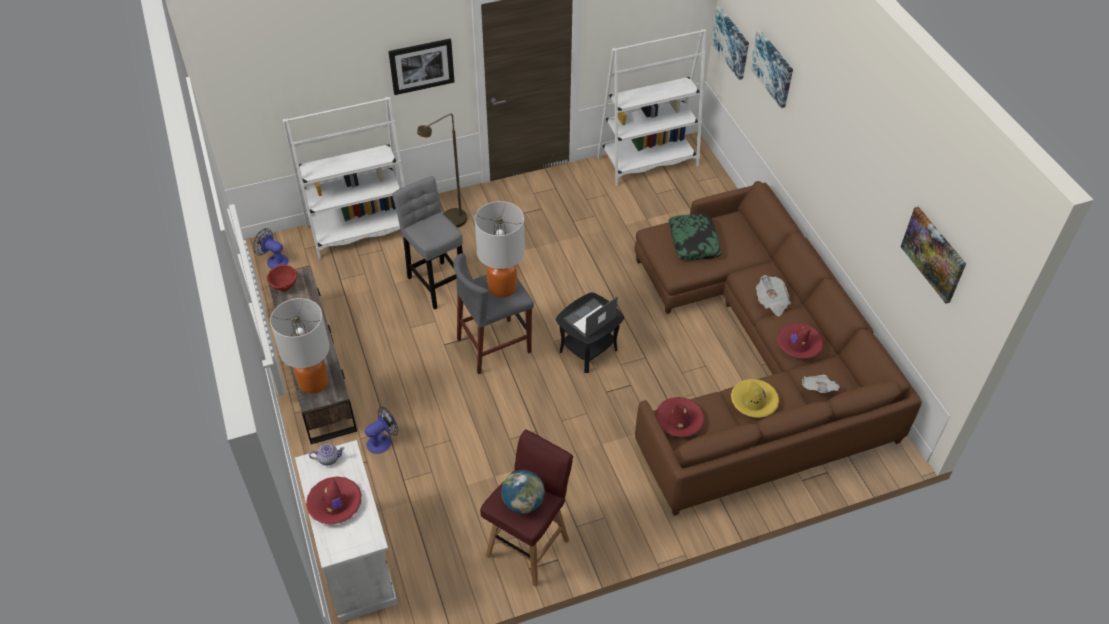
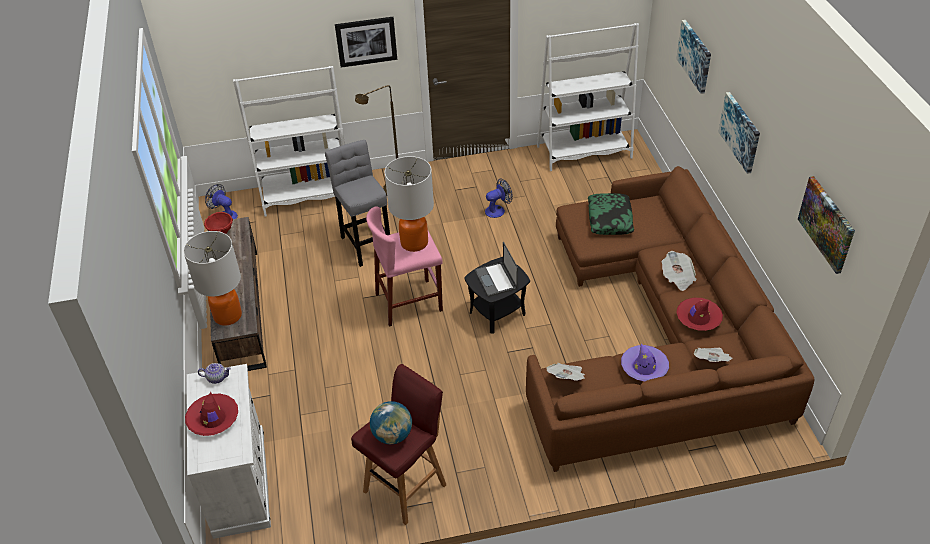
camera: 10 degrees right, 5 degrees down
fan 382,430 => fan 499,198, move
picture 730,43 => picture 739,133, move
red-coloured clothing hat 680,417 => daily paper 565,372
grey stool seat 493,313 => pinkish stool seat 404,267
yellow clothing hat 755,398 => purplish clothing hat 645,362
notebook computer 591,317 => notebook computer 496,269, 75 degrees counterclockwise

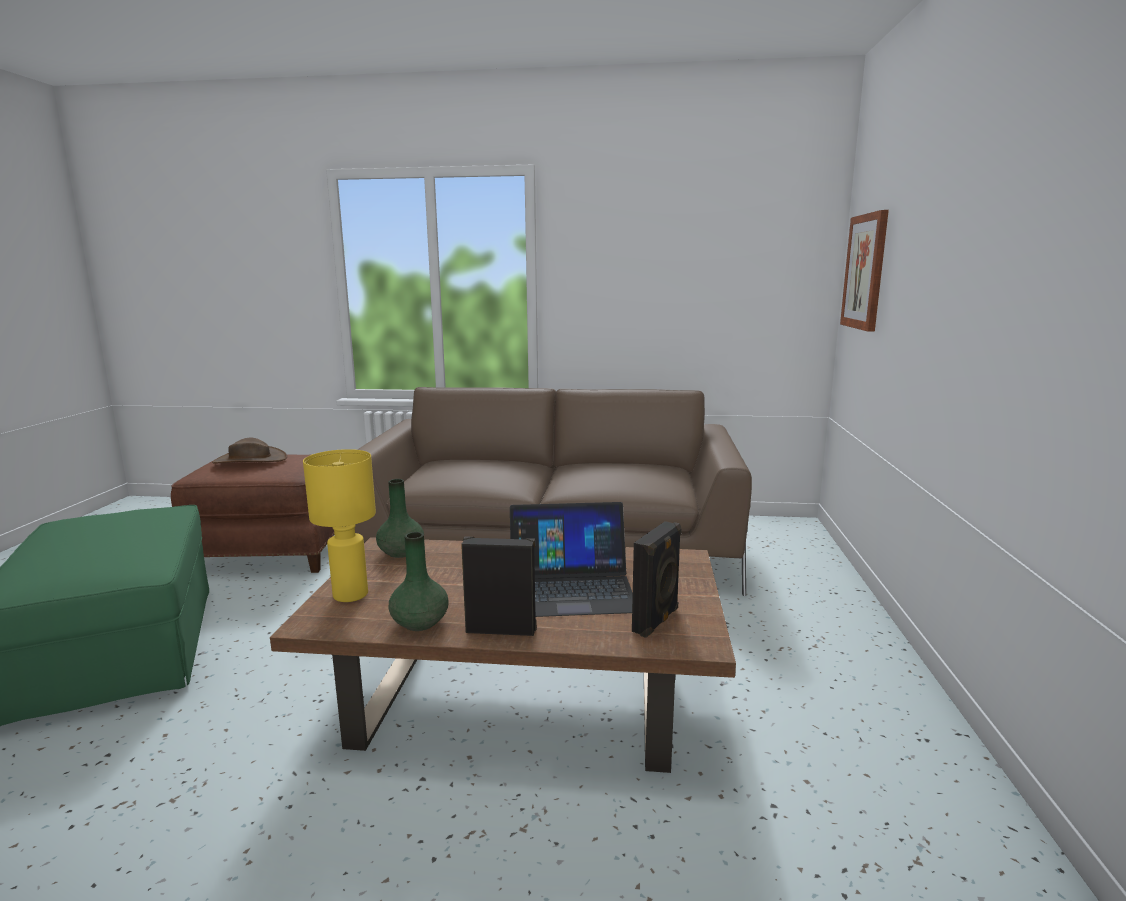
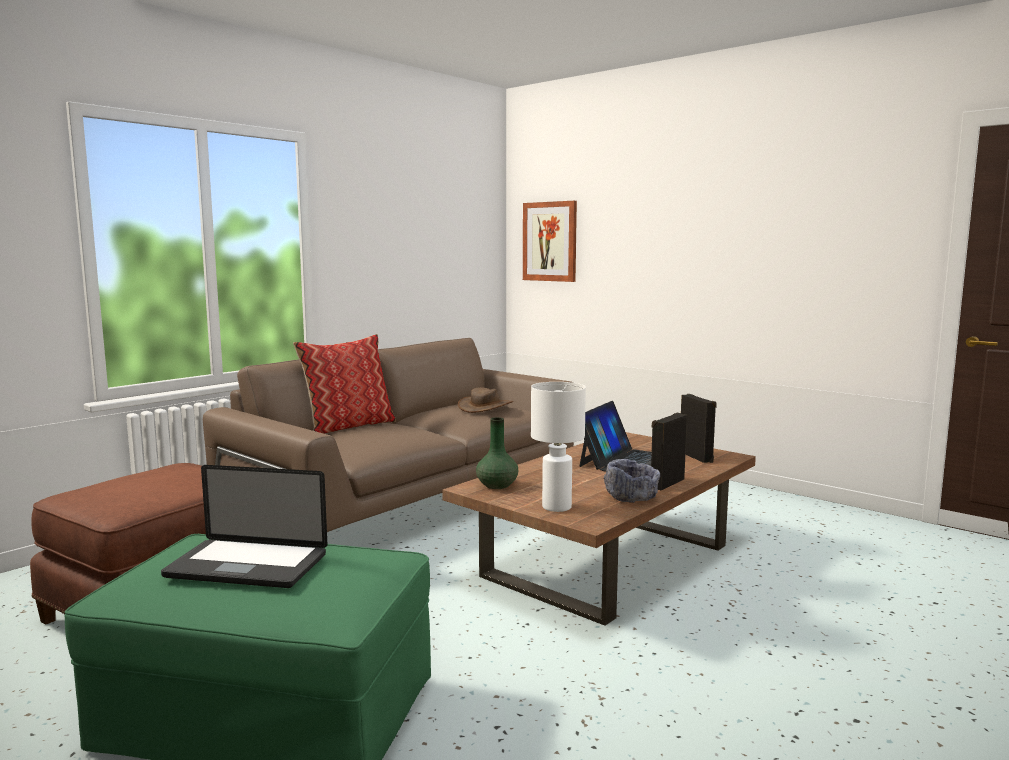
camera: 55 degrees left, 5 degrees down
nothing => notebook computer 244,526
nothing => pillow 344,384
brownish clothing hat 249,451 => brownish clothing hat 486,400, move
greenish flower vase 419,581 => grey deep dish 632,481
yellow tabletop lamp 339,525 => white-coloured tabletop lamp 558,447

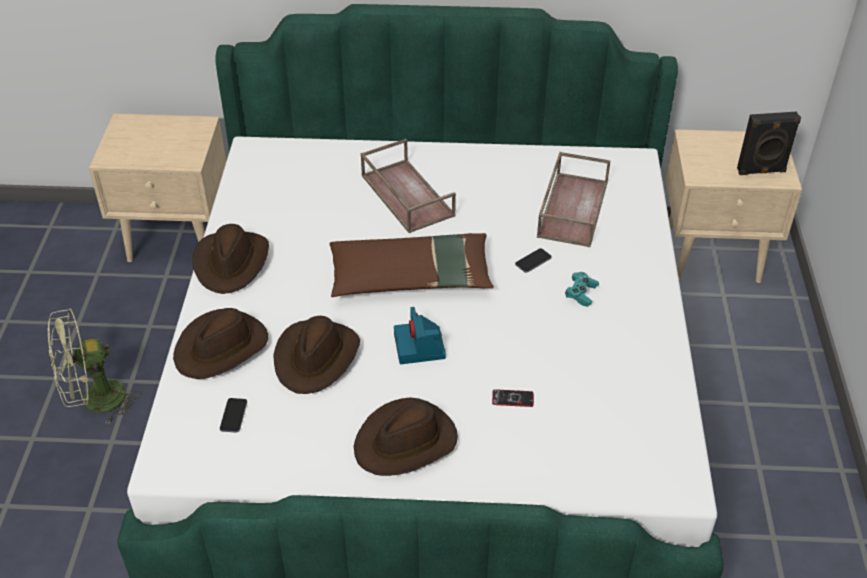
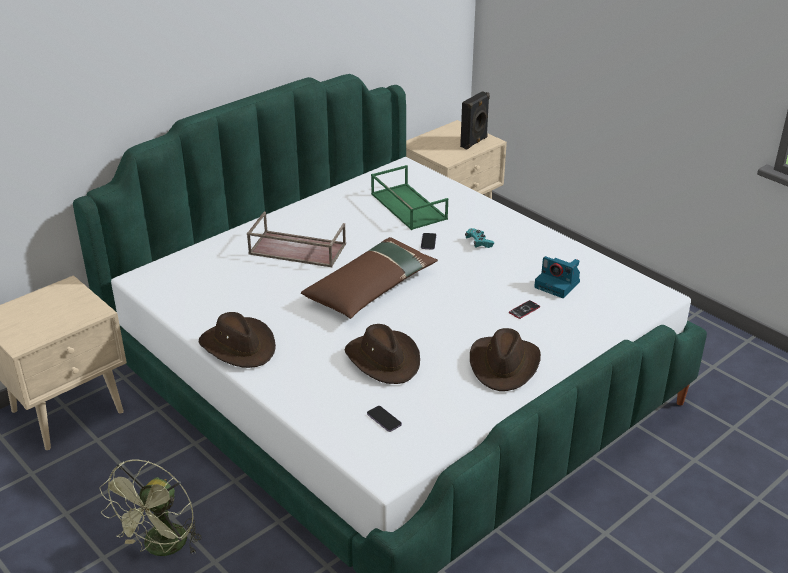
camera: 45 degrees left, 10 degrees down
brownish clothing hat 220,343 => nothing
photo camera 420,335 => photo camera 557,277, move
brownish tray 574,199 => greenish tray 409,197

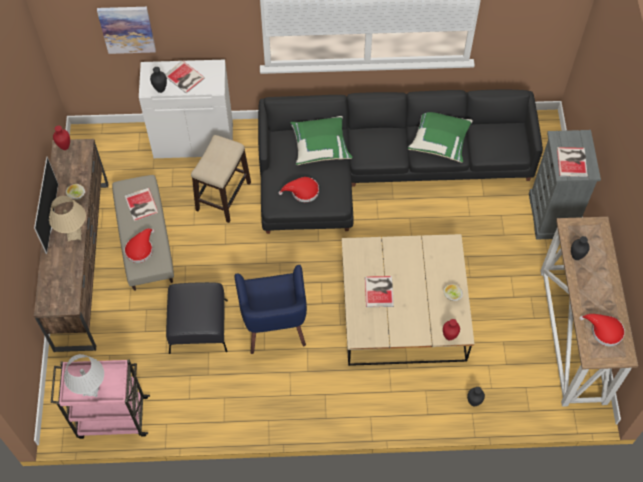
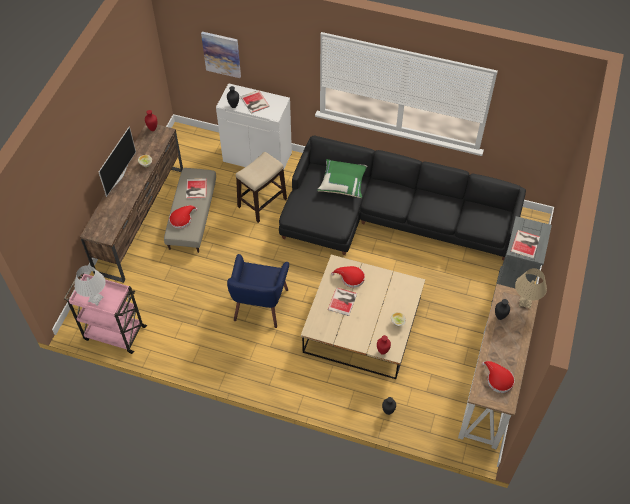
camera: 20 degrees right, 5 degrees down
black ottoman 197,318 => nothing
greenish pillow 440,137 => nothing
sand-coloured tabletop lamp 67,218 => sand-coloured tabletop lamp 531,288, move
red-coloured clothing hat 298,189 => red-coloured clothing hat 348,277, move

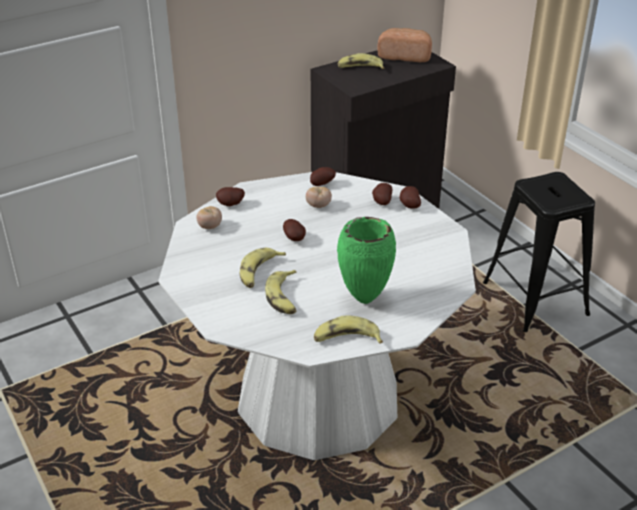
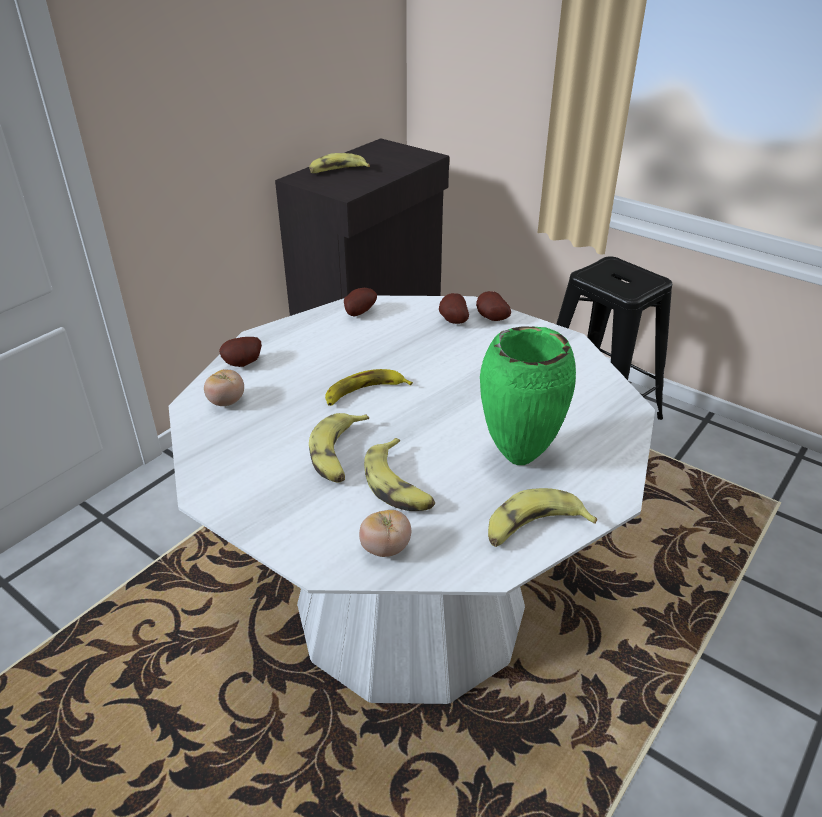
camera: 20 degrees left, 0 degrees up
bread 404,45 => nothing
tomato 319,197 => tomato 385,533, move
whole potato 294,230 => whole banana 369,387

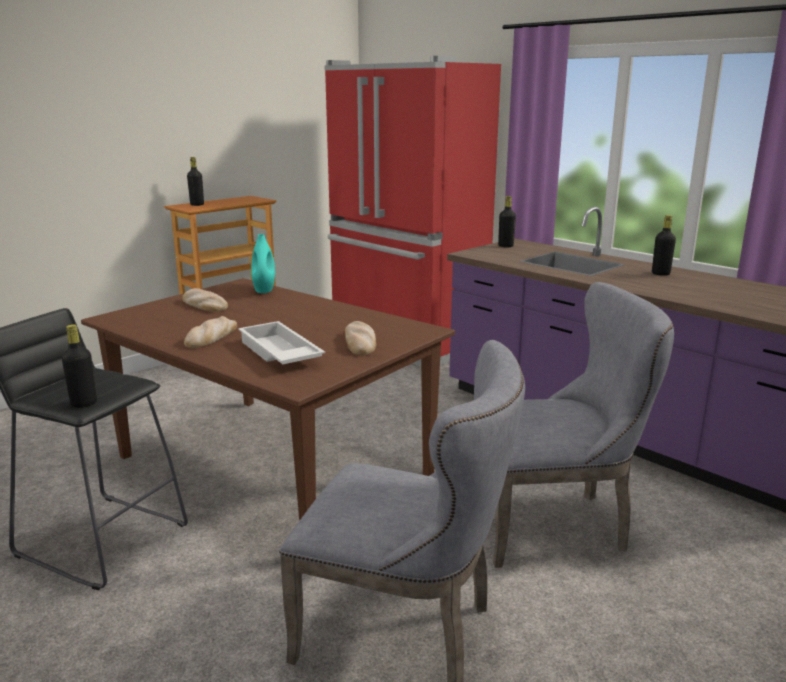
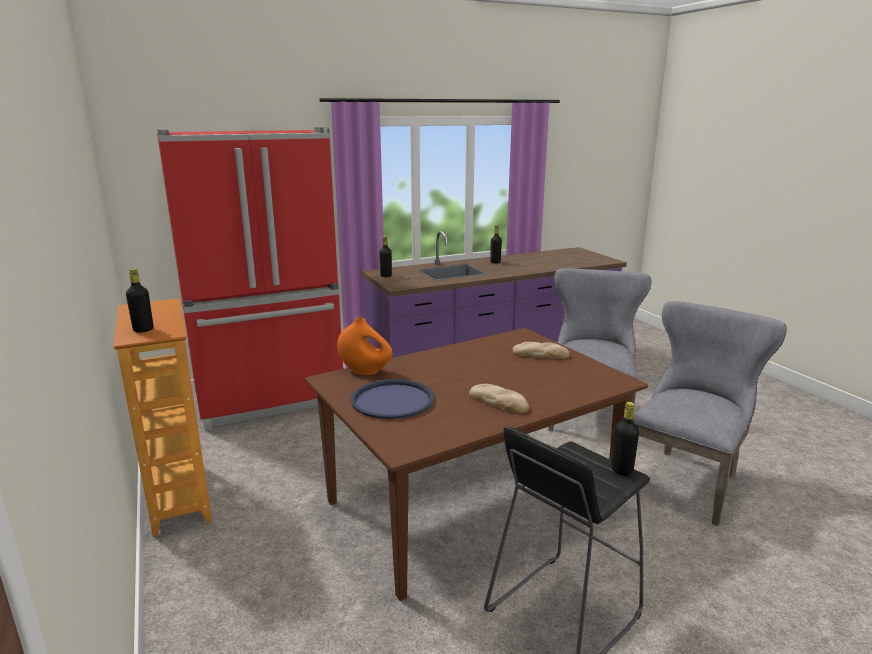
camera: 70 degrees left, 0 degrees up
white-coloured tray 281,342 => nothing
bread 205,300 => bluish tray 392,399
turquoise flower vase 263,263 => orange flower vase 364,346

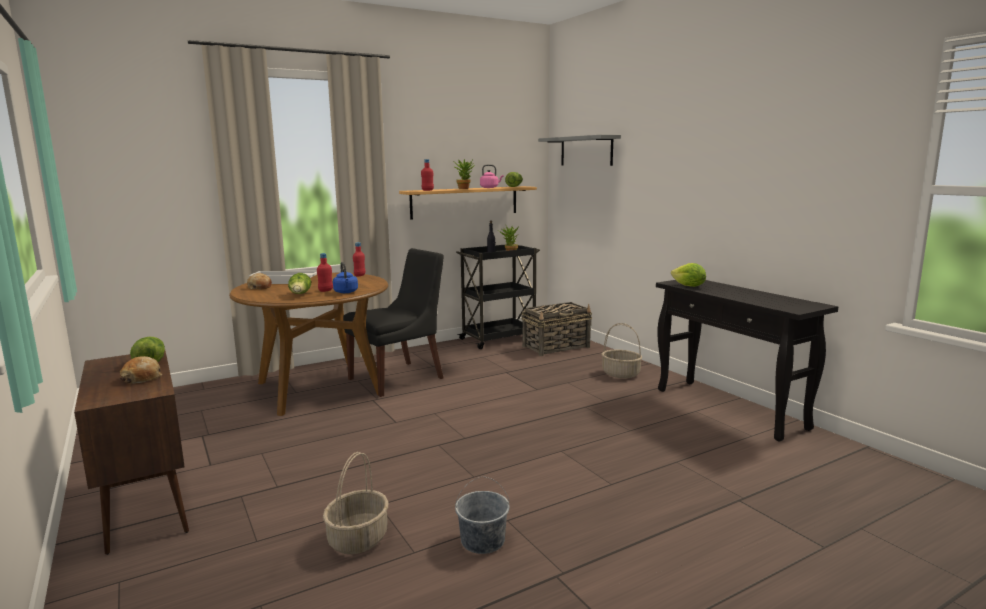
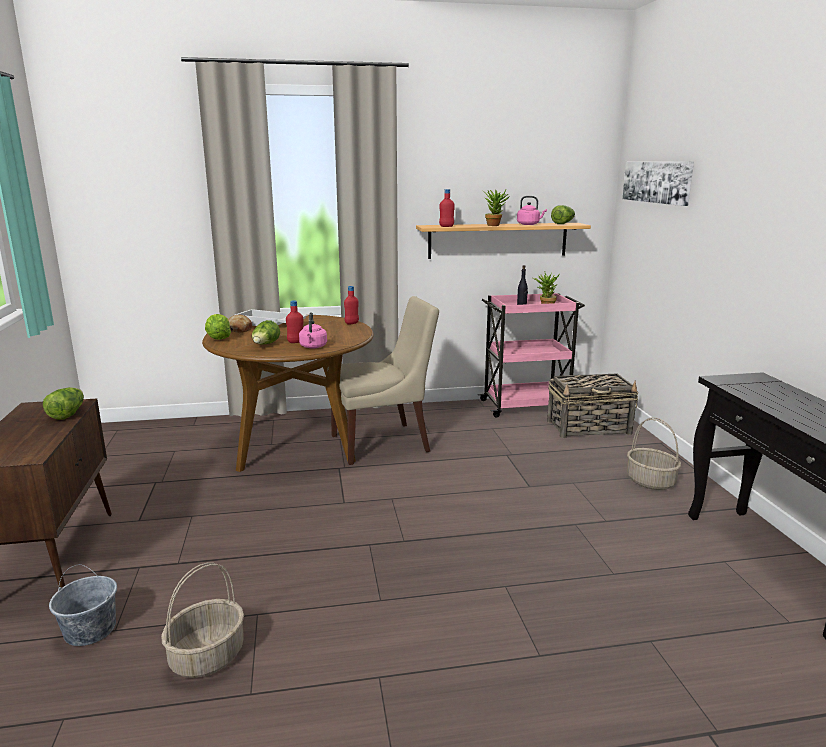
camera: 20 degrees right, 5 degrees up
bread 141,370 => nothing
grey pail 482,515 => grey pail 83,605, move
head of lettuce 688,275 => head of lettuce 218,327, move
grey wall shelf 579,150 => picture 658,184
bluish kettle 345,277 => pinkish kettle 313,330
black chair 393,322 => sand-coloured chair 383,380
black cart 498,297 => pinkish cart 531,355

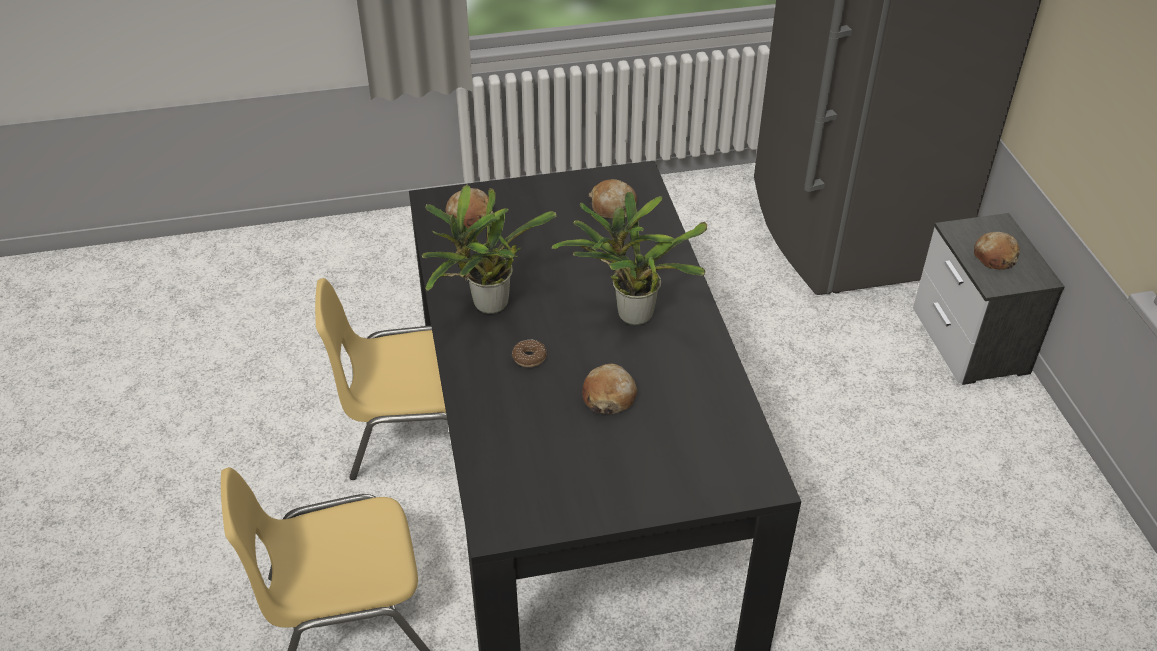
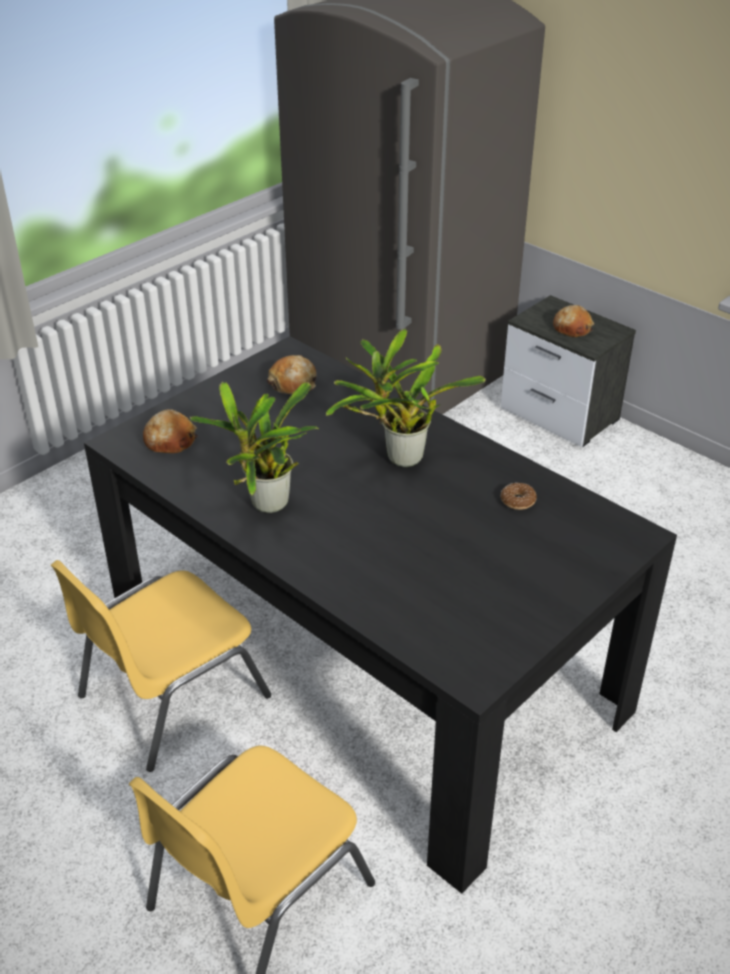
camera: 35 degrees left, 5 degrees down
bread 609,389 => nothing
ring doughnut 529,353 => ring doughnut 518,496, move

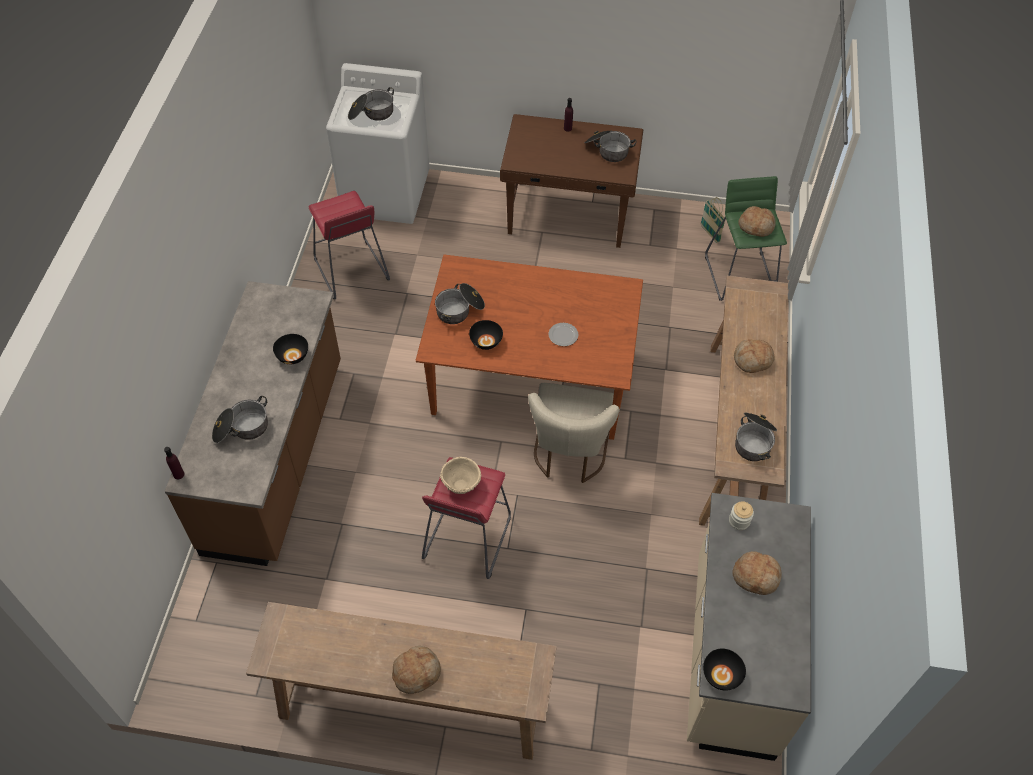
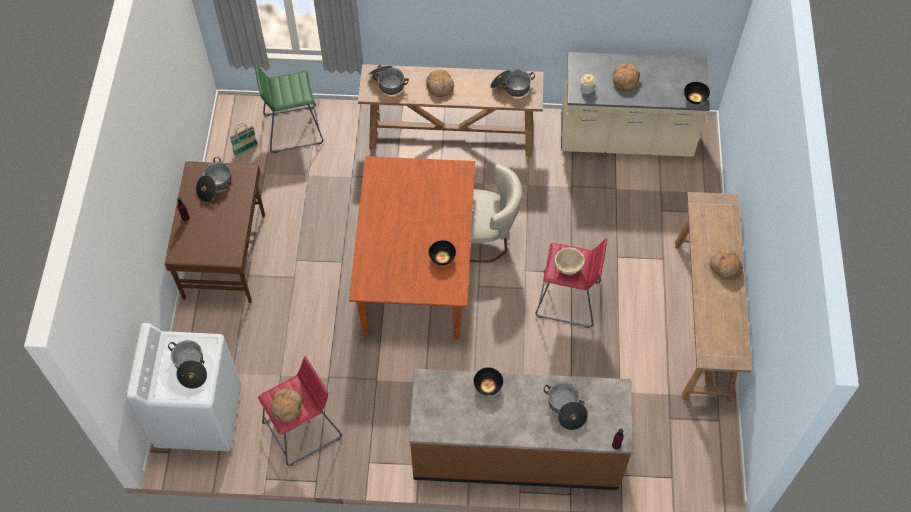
camera: 95 degrees left, 5 degrees up
flat dish 563,334 => nothing
cooking pot 460,303 => cooking pot 389,80, move
bread 757,221 => bread 286,405, move

